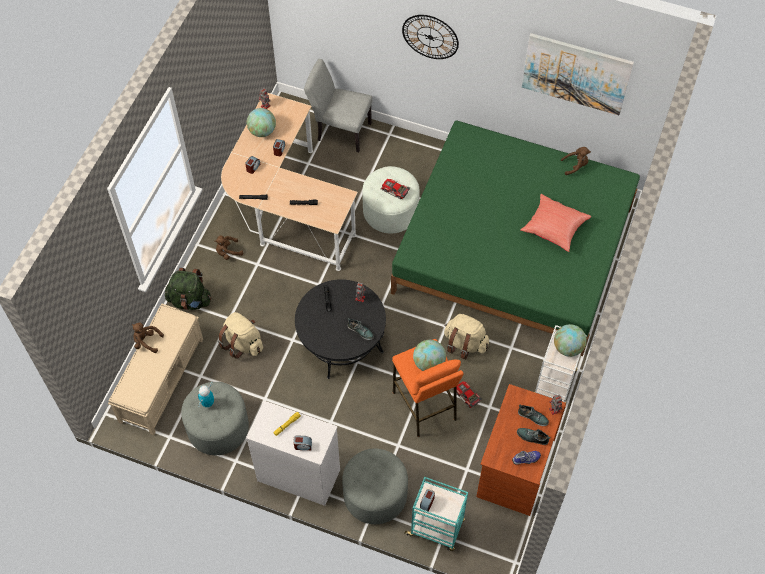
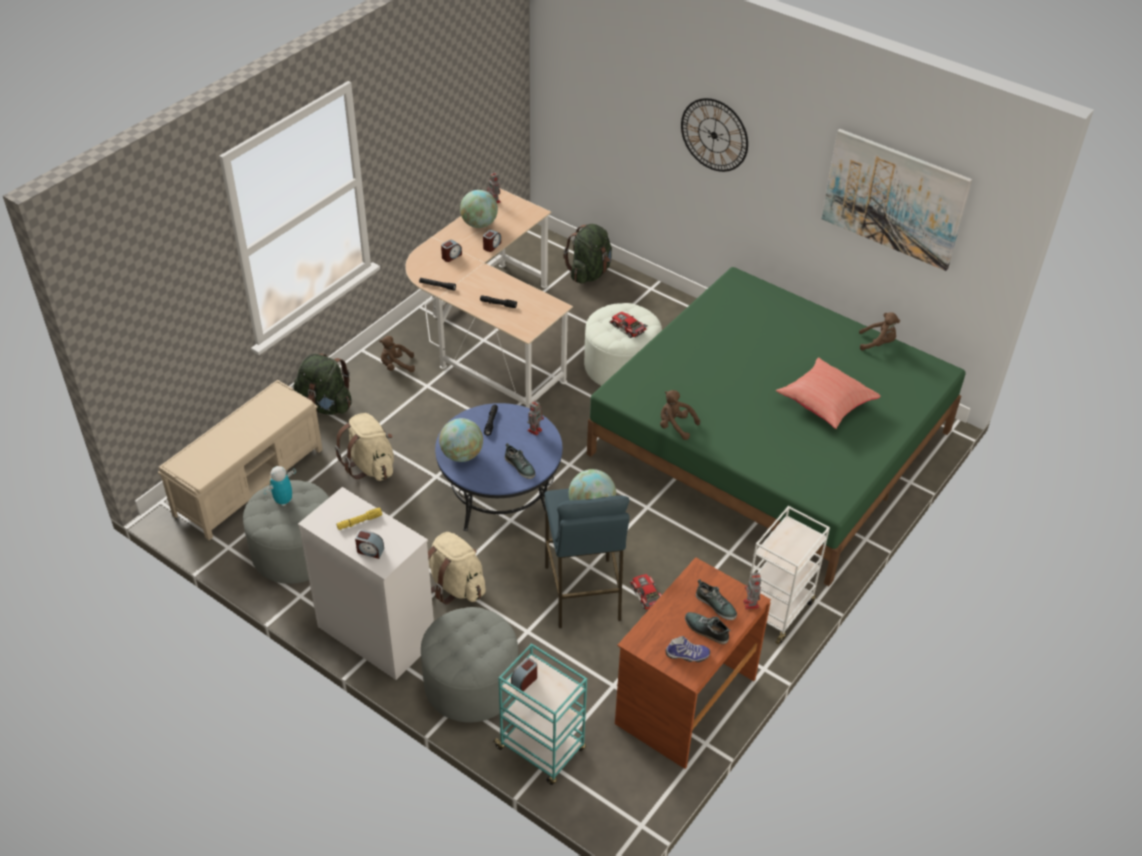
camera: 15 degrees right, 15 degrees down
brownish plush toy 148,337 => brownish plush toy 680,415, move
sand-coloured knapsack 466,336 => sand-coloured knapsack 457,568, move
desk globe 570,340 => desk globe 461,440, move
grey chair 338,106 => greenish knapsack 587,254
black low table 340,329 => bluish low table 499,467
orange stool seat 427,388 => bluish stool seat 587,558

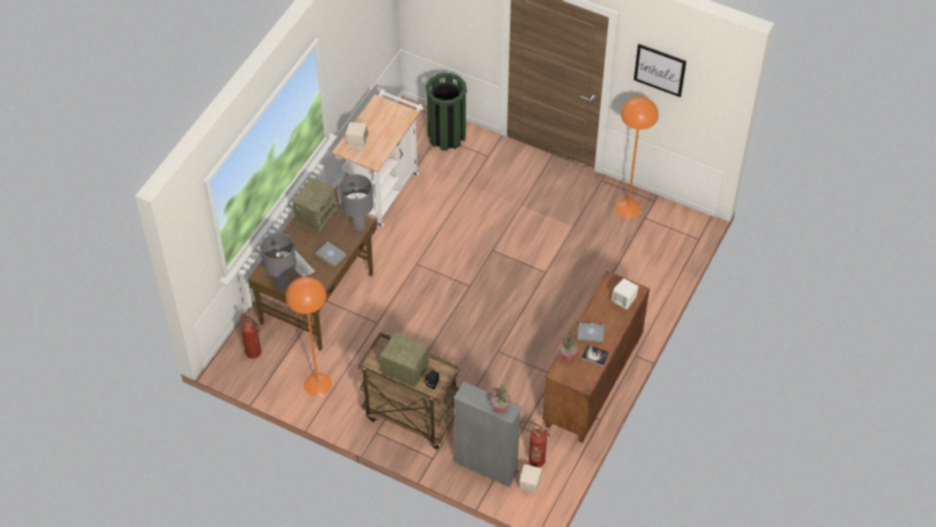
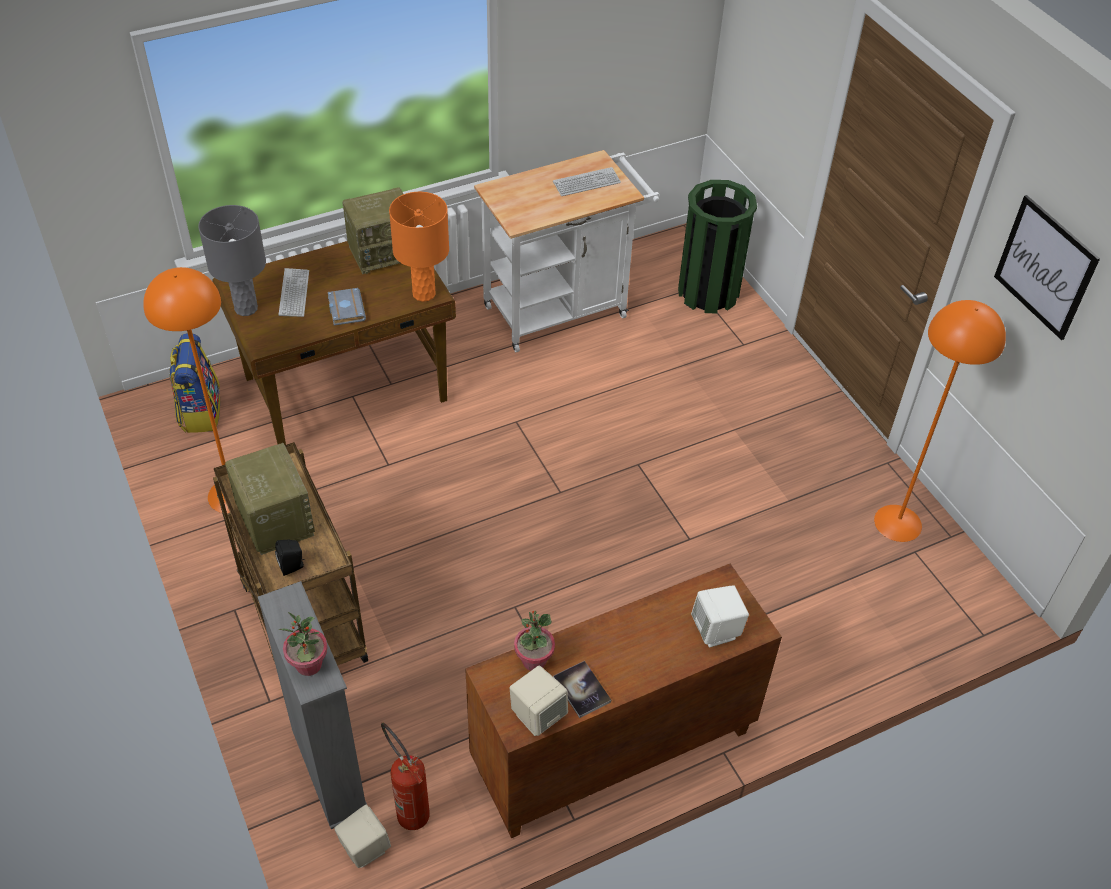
camera: 35 degrees right, 5 degrees down
grey book 591,332 => nothing
nothing => keyboard 587,181
sand-coloured audio speaker 357,135 => sand-coloured audio speaker 538,701, move
fire-fighting cylinder 251,336 => knapsack 194,383
grey tabletop lamp 356,202 => orange tabletop lamp 419,247

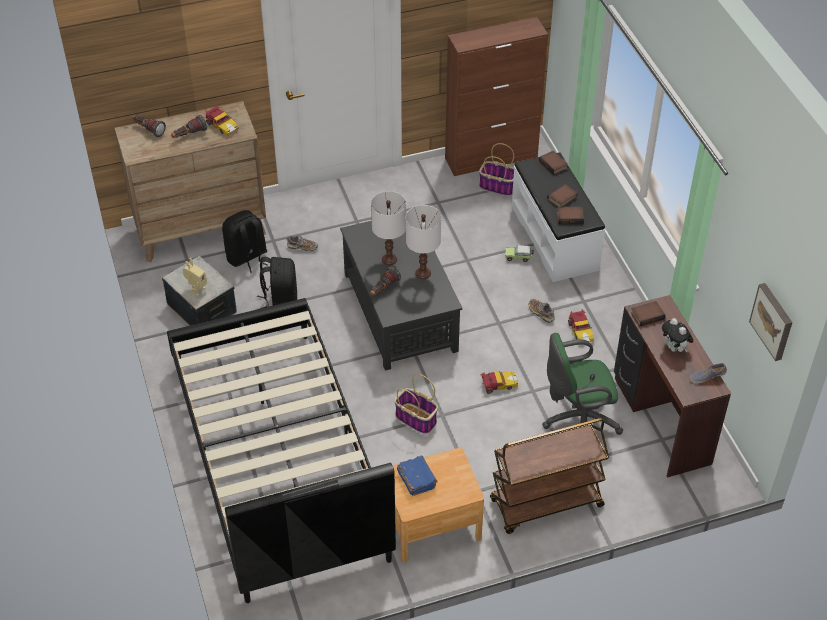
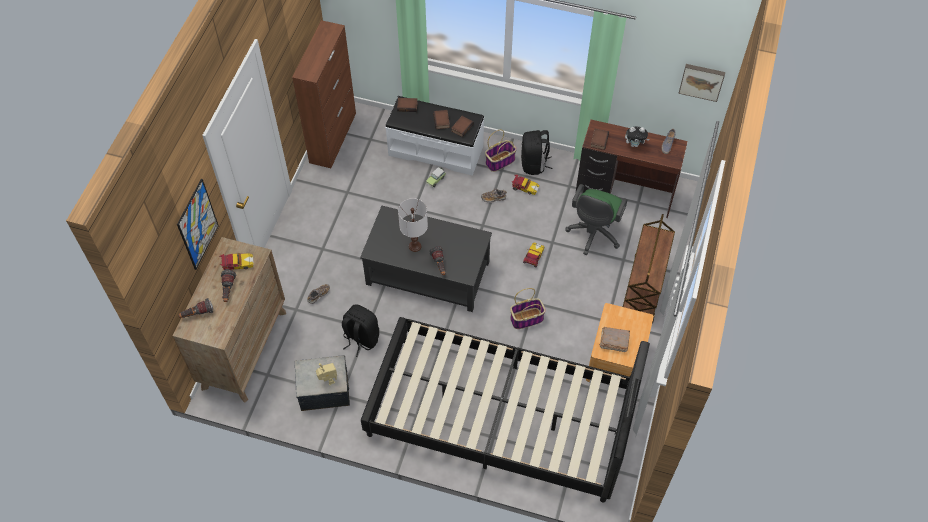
camera: 55 degrees left, 10 degrees up
white-coloured tabletop lamp 423,242 => nothing
nothing => picture 198,224
black knapsack 244,241 => black knapsack 537,152, move
basket 496,169 => basket 501,150, move
bluish book 417,476 => brownish book 614,339

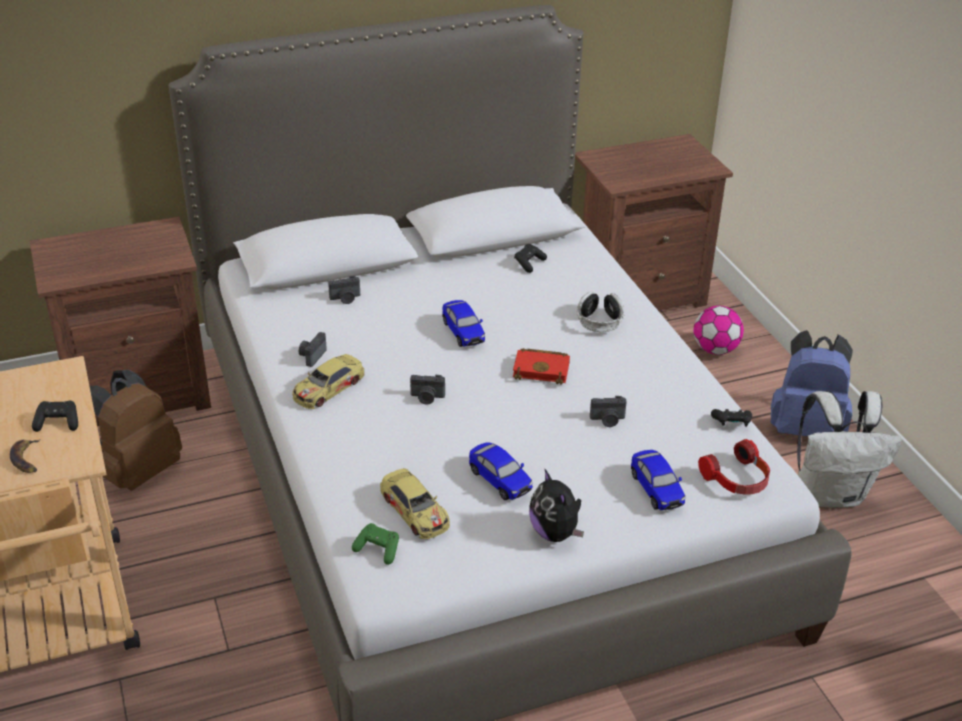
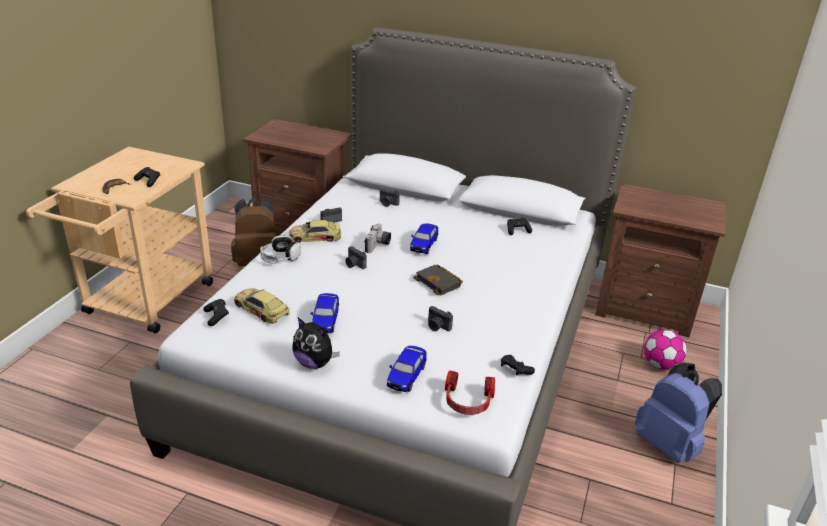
camera: 40 degrees right, 5 degrees down
white-coloured knapsack 849,449 => nothing
nothing => photo camera 378,238
pair of headphones 600,311 => pair of headphones 280,249, move
greenish game controller 375,544 => black game controller 216,312
red-coloured book 541,366 => black book 438,280
toy car 415,503 => toy car 262,306, 120 degrees clockwise
plush toy 556,505 => plush toy 316,343, 75 degrees counterclockwise

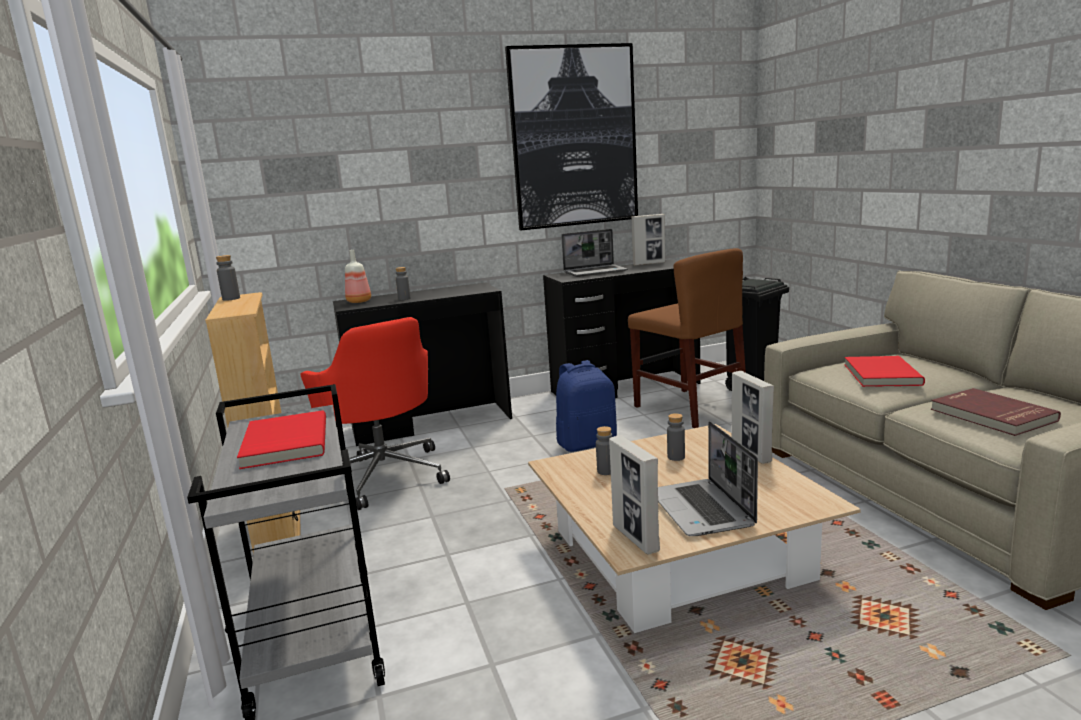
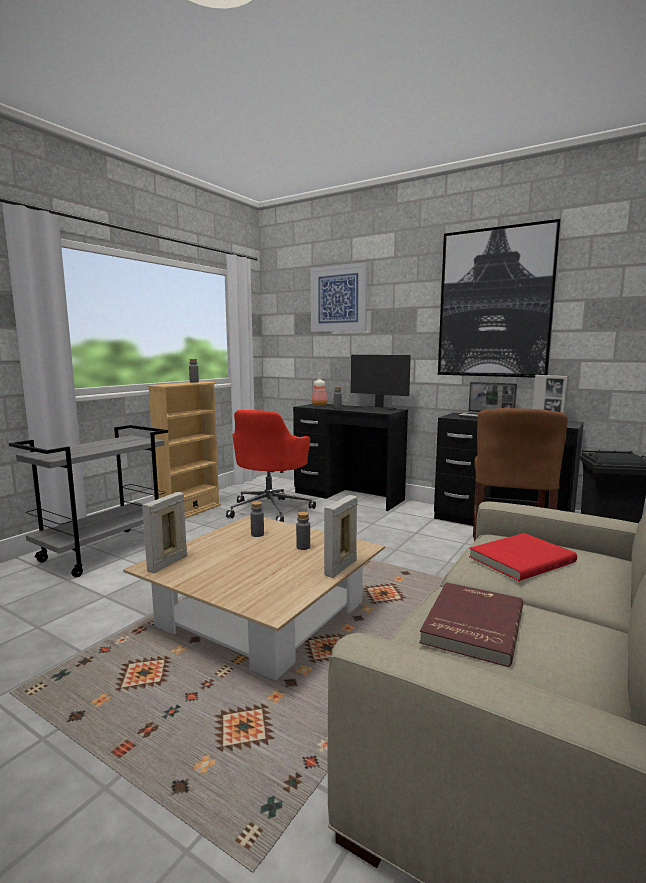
camera: 50 degrees right, 5 degrees down
red-coloured book 281,439 => nothing
bluish knapsack 586,406 => nothing
notebook computer 708,478 => nothing
nothing => picture 339,297
nothing => monitor 381,383

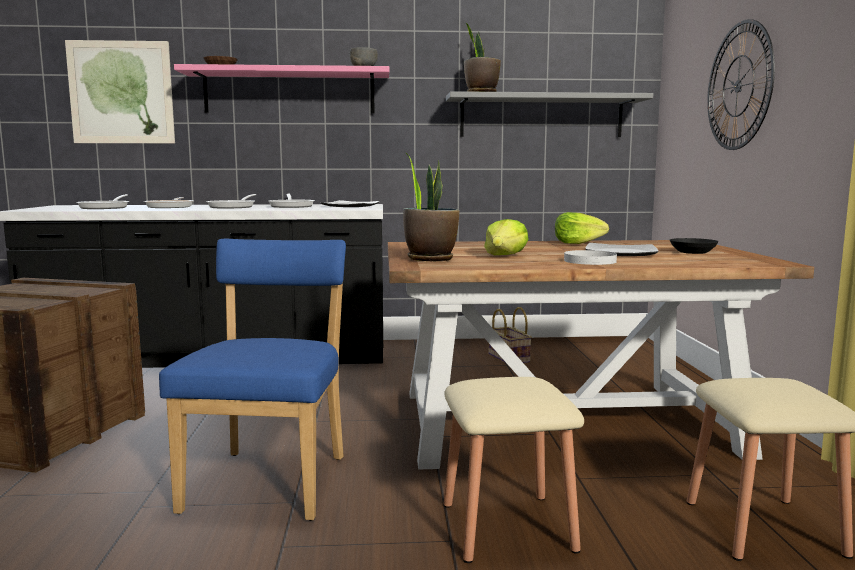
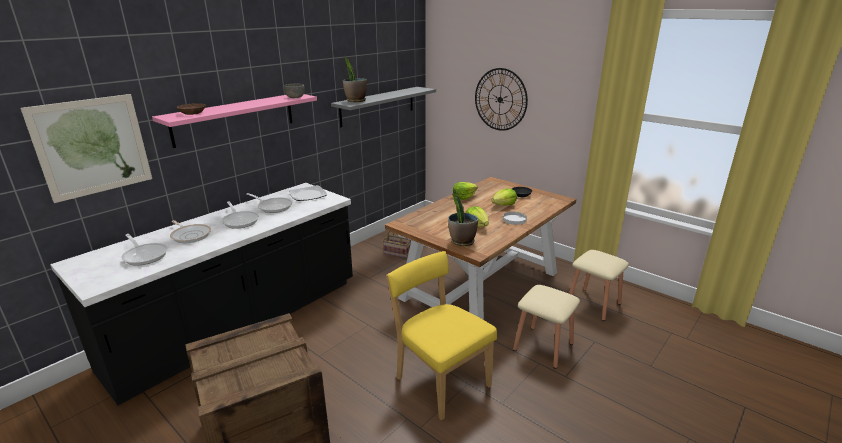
camera: 45 degrees left, 15 degrees up
flat dish 622,249 => head of lettuce 504,197
bluish chair 252,380 => yellow chair 441,335

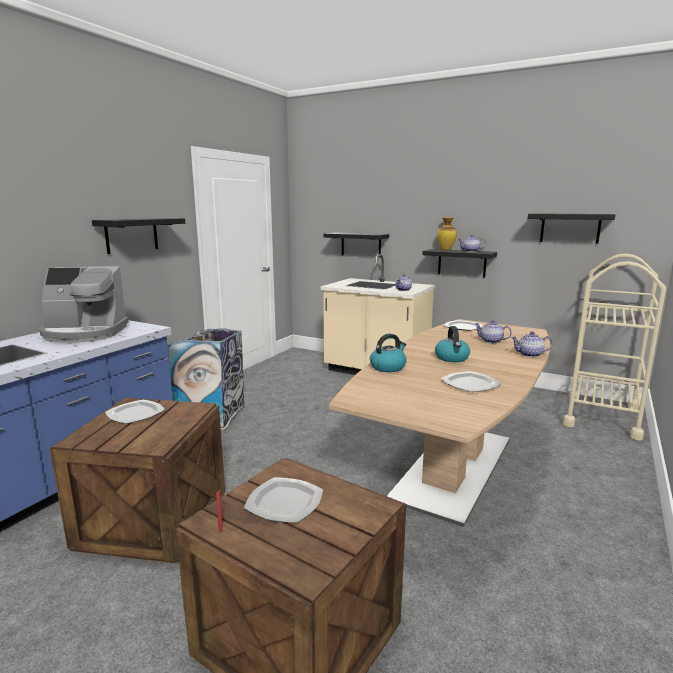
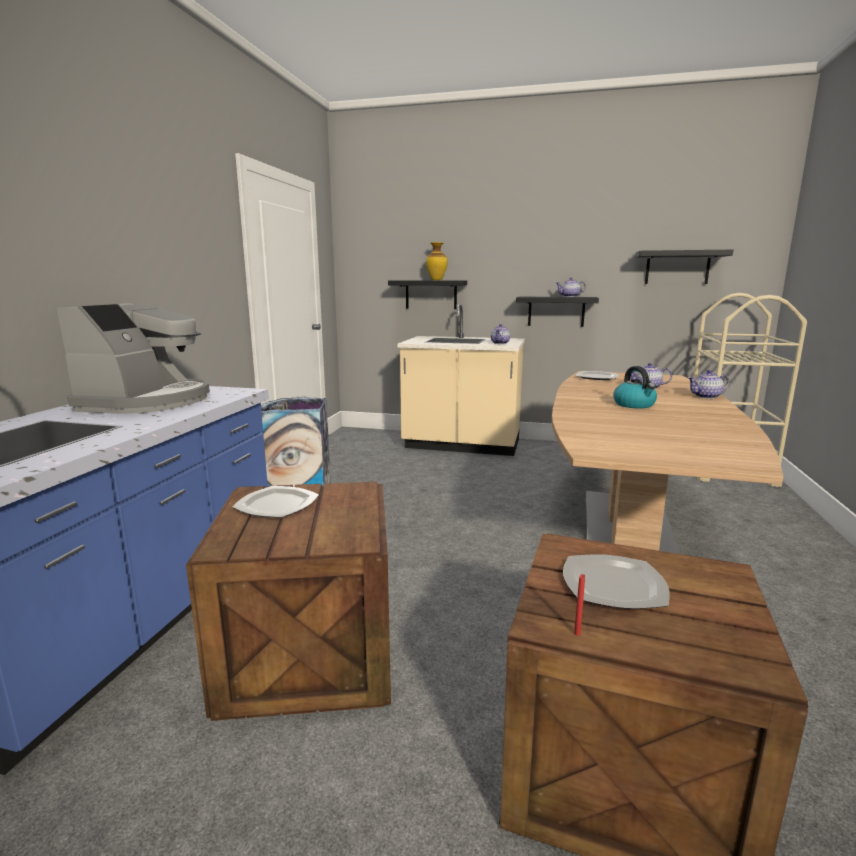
camera: 15 degrees left, 0 degrees up
black wall shelf 138,236 => nothing
kettle 388,353 => nothing
flat dish 471,381 => nothing
flower vase 447,233 => flower vase 437,261, move
coffee machine 84,304 => coffee machine 133,358, 60 degrees counterclockwise

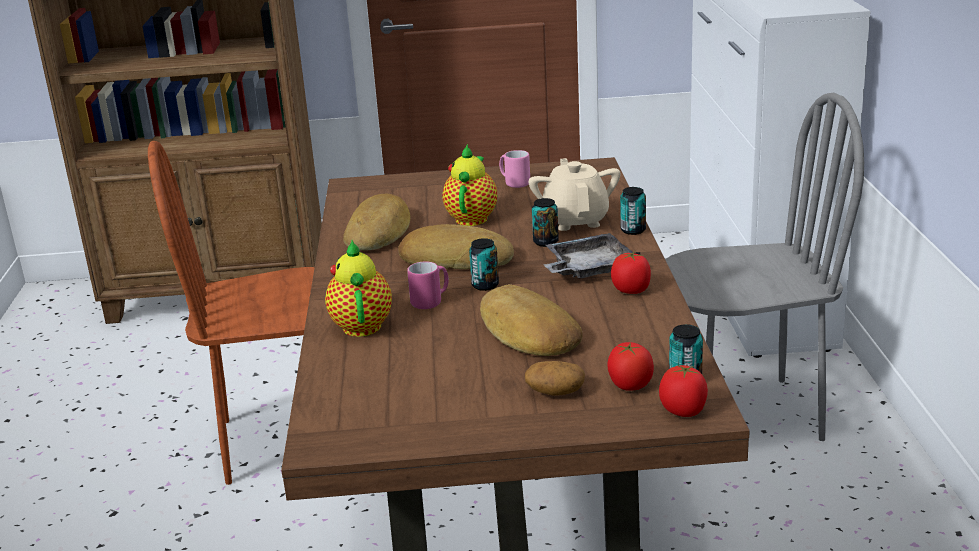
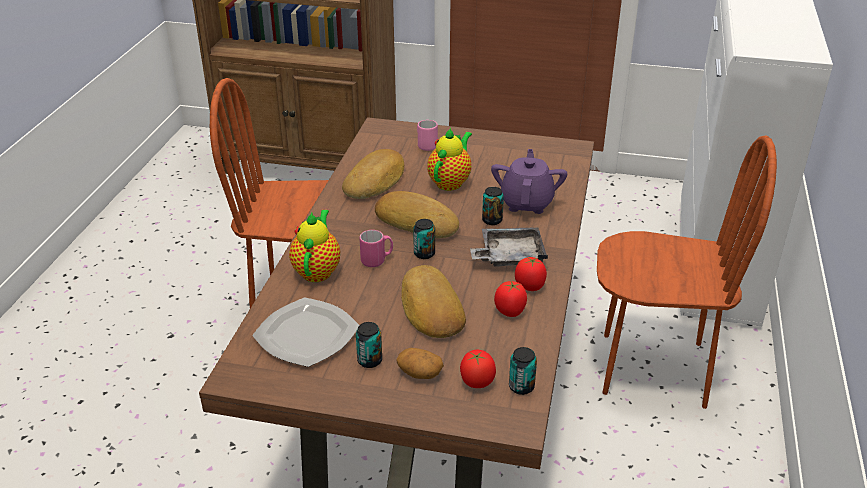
camera: 15 degrees right, 10 degrees up
nothing => flat dish 305,332
pinkish coffee mug 514,169 => pinkish coffee mug 427,135, move
sealed can 633,211 => sealed can 369,345, move
tomato 683,391 => tomato 510,299, move
sand-coloured tea pot 574,194 => purplish tea pot 529,181
grey chair 764,267 => brownish chair 687,272

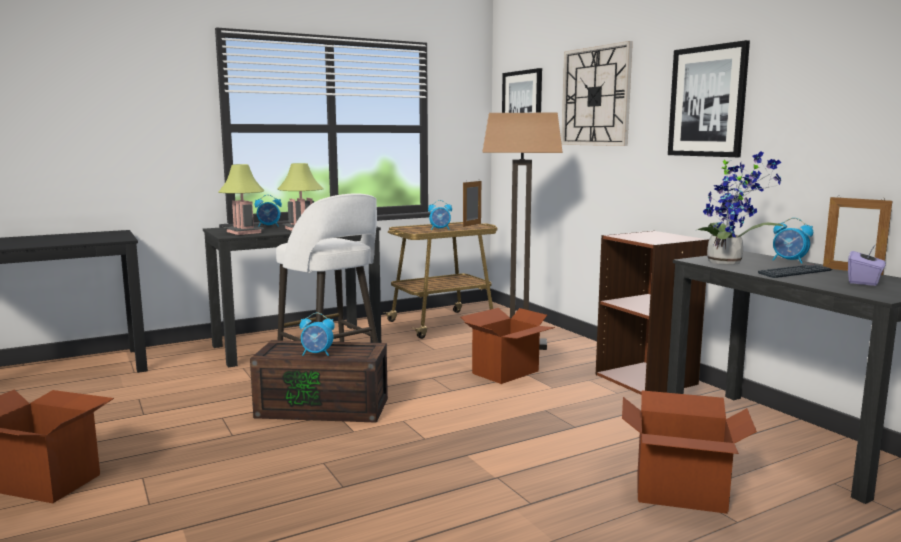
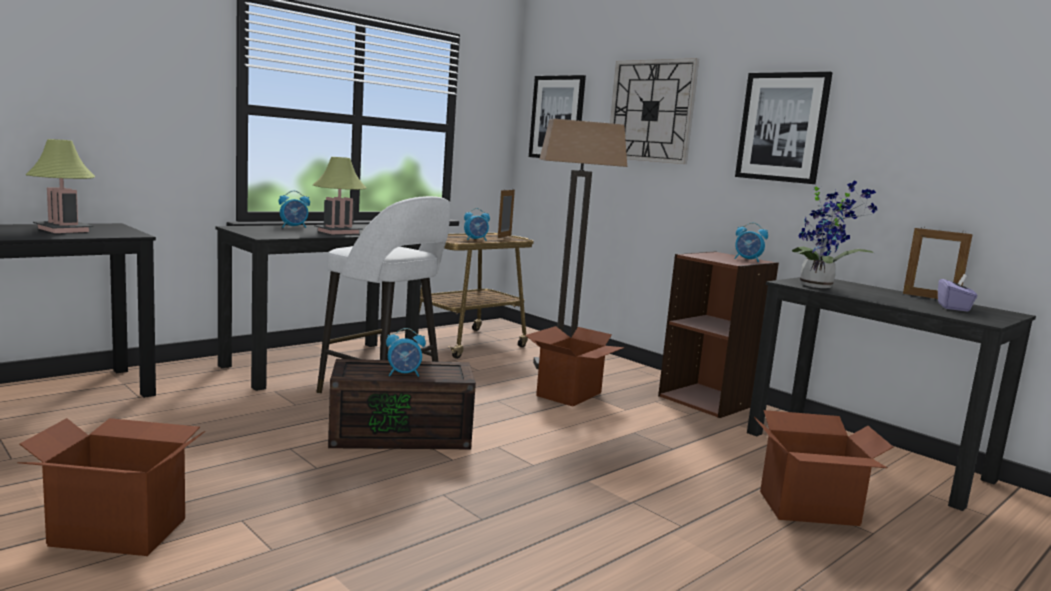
camera: 15 degrees left, 0 degrees up
keyboard 795,271 => nothing
tabletop lamp 241,199 => tabletop lamp 60,186, move
bedside clock 793,241 => bedside clock 751,242, move

